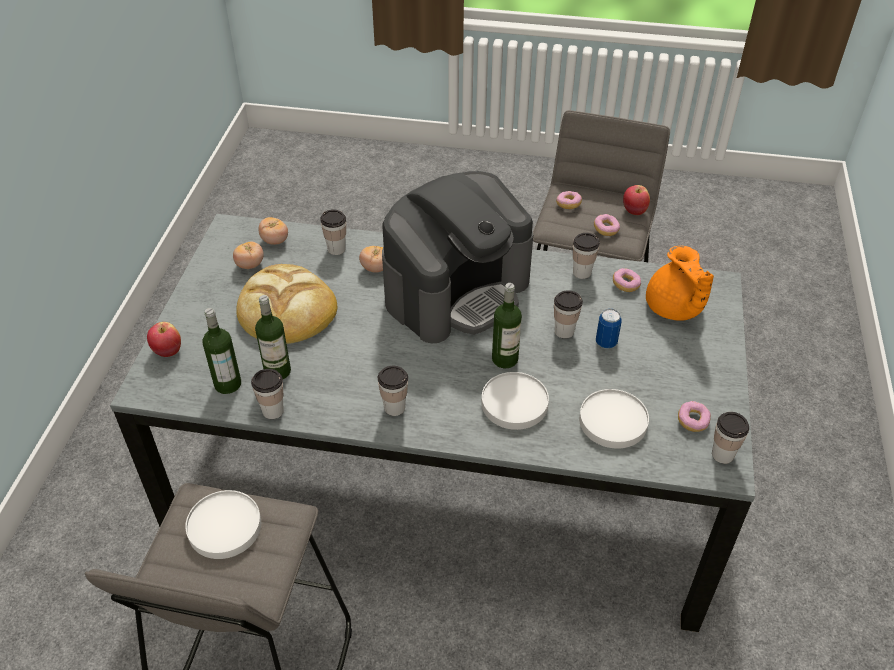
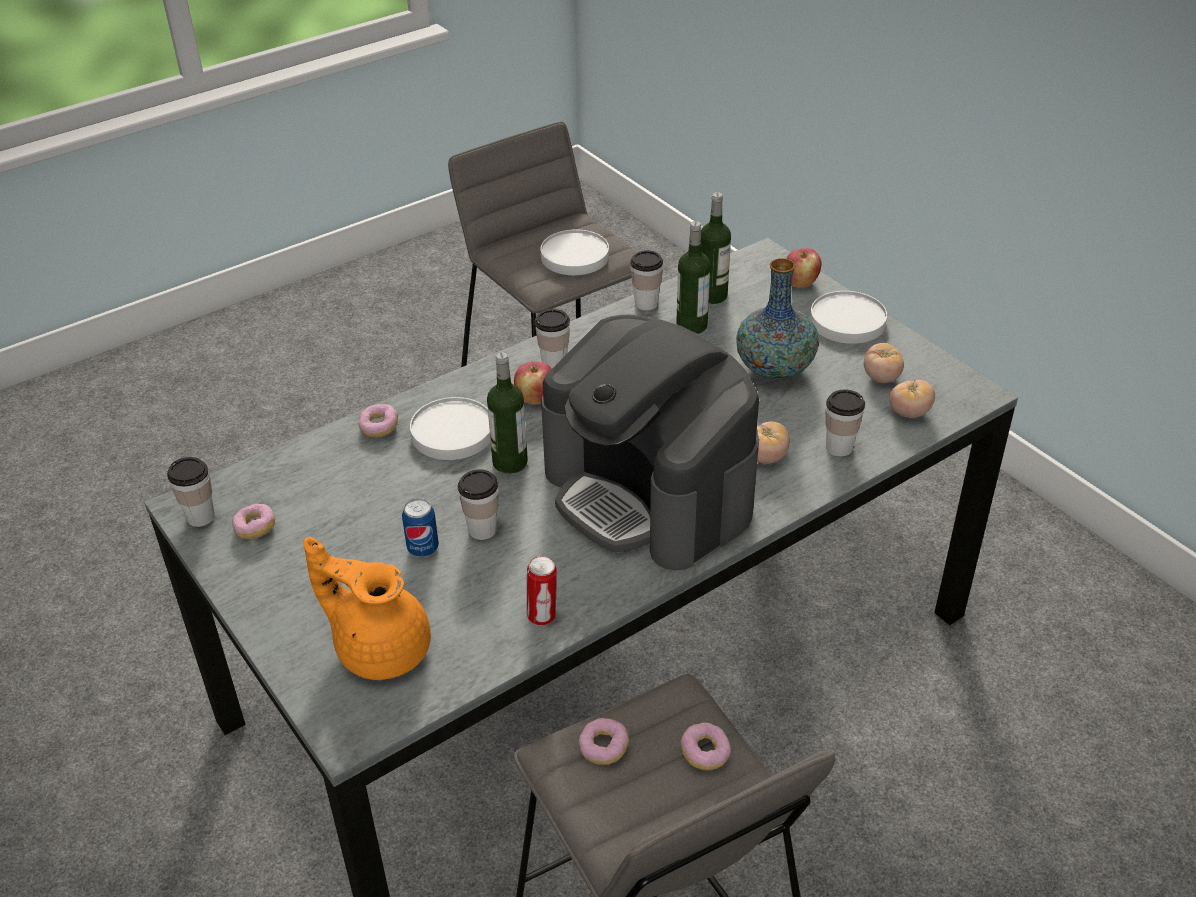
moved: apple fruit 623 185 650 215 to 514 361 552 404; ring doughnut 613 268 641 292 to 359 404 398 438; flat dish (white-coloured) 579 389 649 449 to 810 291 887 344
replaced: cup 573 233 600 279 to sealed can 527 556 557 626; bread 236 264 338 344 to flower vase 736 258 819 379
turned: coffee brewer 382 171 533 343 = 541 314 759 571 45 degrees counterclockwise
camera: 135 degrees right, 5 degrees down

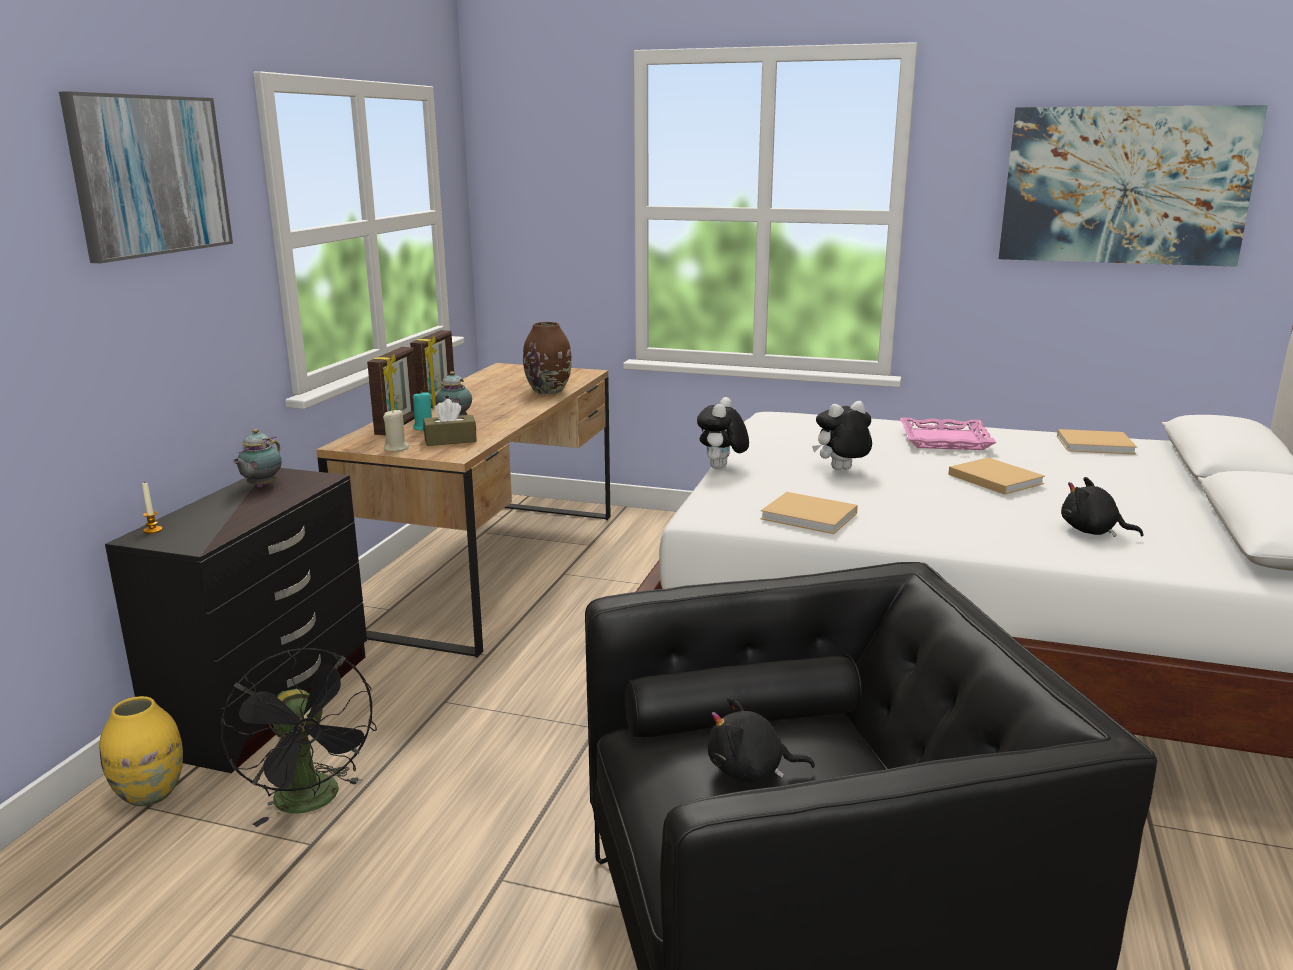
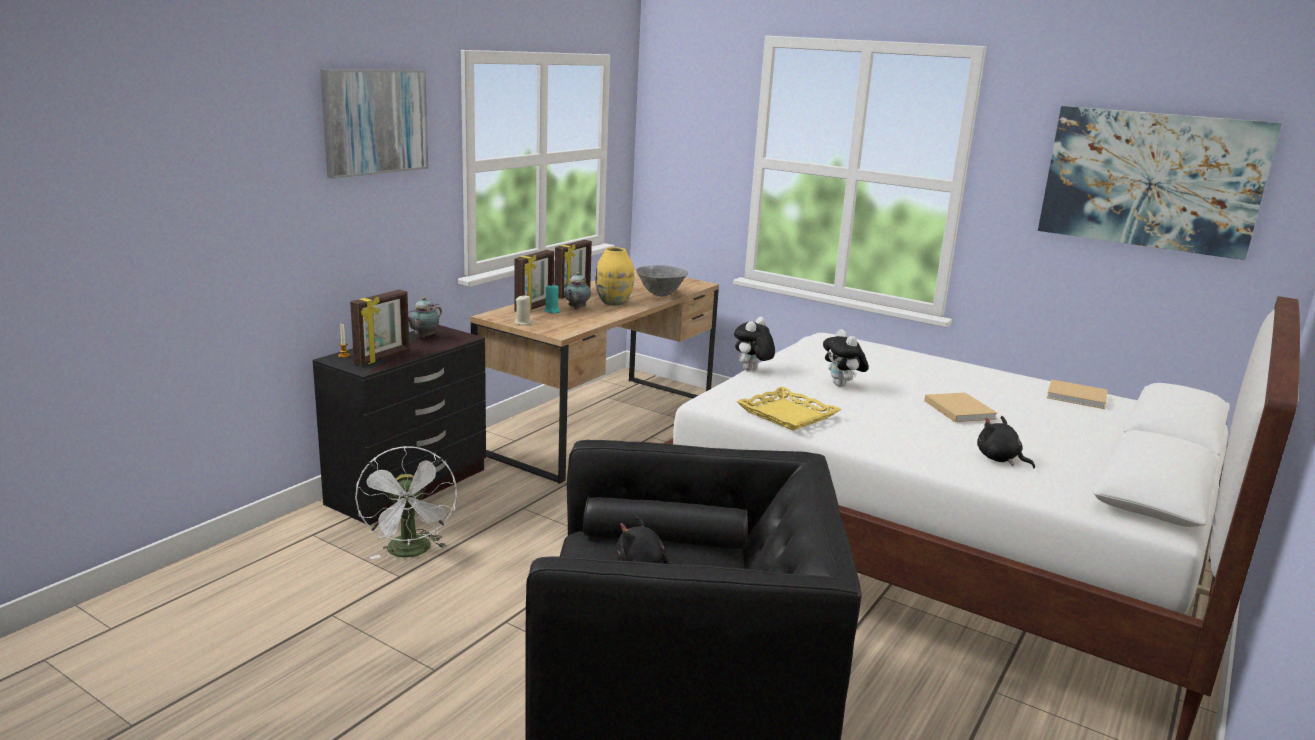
removed: tissue box (brown-coloured) 423 399 477 446; carrying tray (pink-coloured) 900 418 996 450
added: photo frame 350 289 410 365
moved: flower vase (yellowish) 100 696 183 806 to 595 247 634 306
replaced: flower vase (brown-coloured) 523 322 572 394 to serving bowl (grey) 636 265 688 297; bound book (sand-coloured) 760 492 858 534 to carrying tray (yellowish) 736 387 841 431
recoloured: electric fan (black) 221 648 377 827 to electric fan (white-coloured) 355 446 457 559
turned: plush toy 812 401 872 470 = 823 329 869 387 105 degrees counterclockwise
camera: 15 degrees right, 0 degrees up

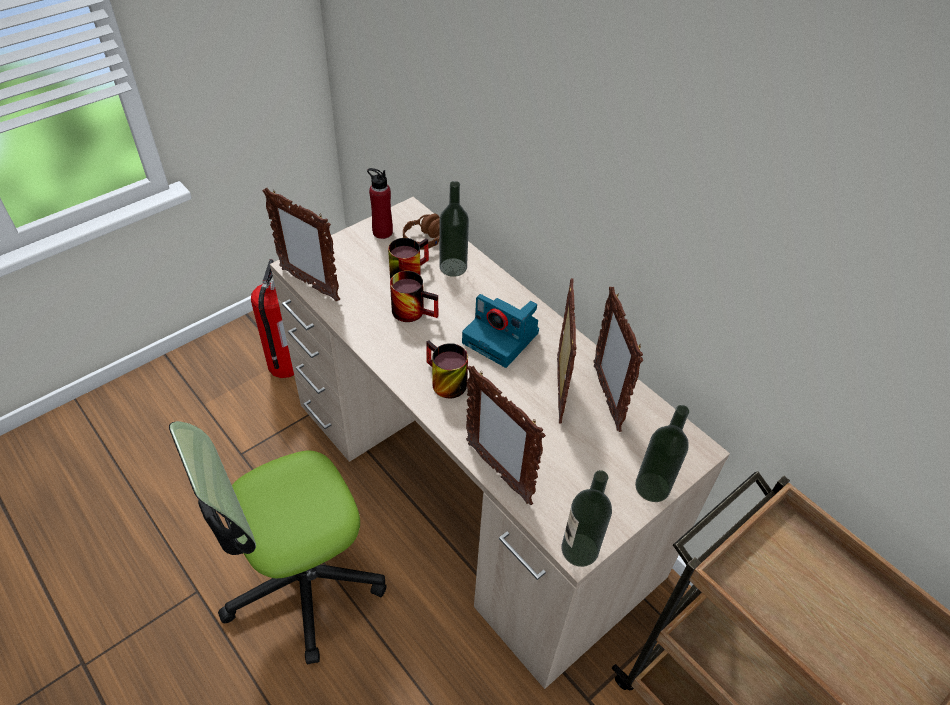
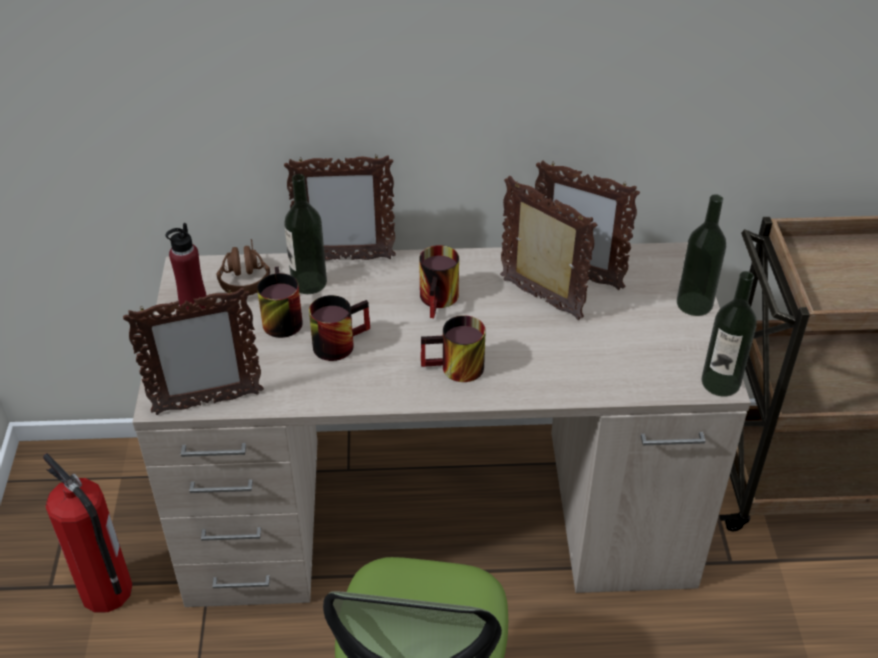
moved: photo frame 466 366 546 505 to 284 154 396 261
replaced: photo camera 462 294 539 368 to tea mug 419 245 459 318
camera: 50 degrees left, 5 degrees down

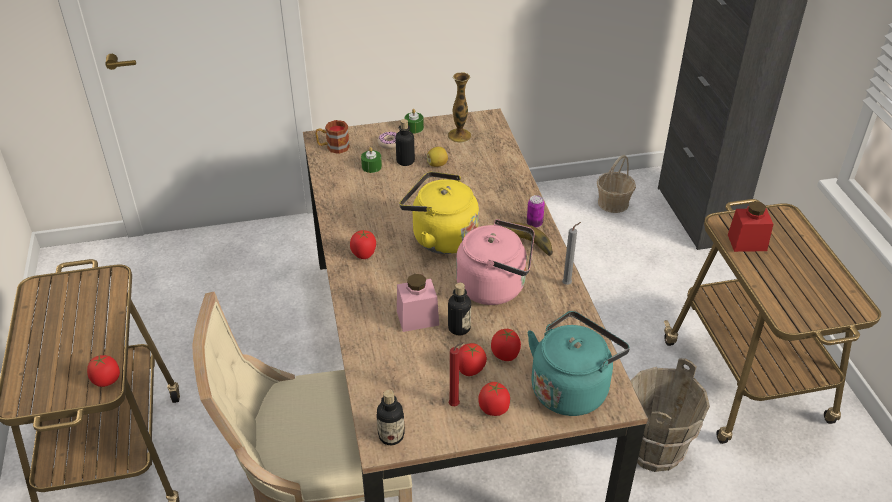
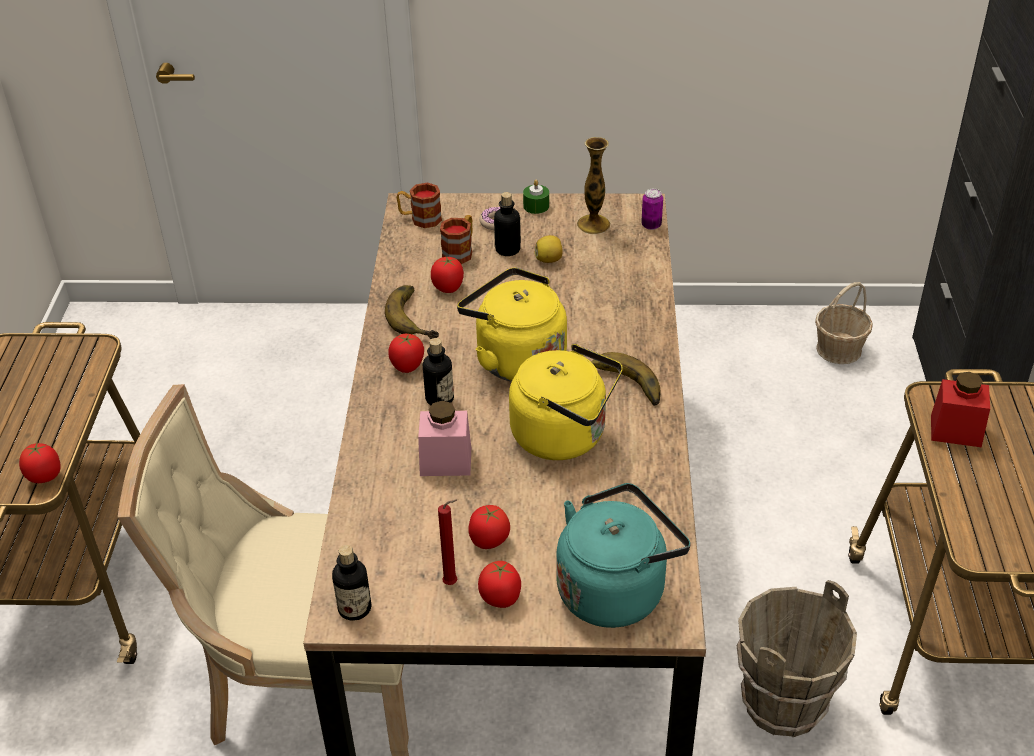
removed: wax light (grey) 562 222 581 285
added: banana 385 285 439 339
moved: sealed can 527 195 545 228 to 641 189 663 230; bottle 448 283 471 335 to 423 338 454 405; whole tomato 491 329 521 361 to 431 257 464 293
replaced: wax light (greenish) 361 147 382 173 to tea mug 440 215 472 264
recoloured: kettle (pink-coloured) 456 219 535 305 to kettle (yellowish) 509 344 623 460
camera: 15 degrees right, 0 degrees up

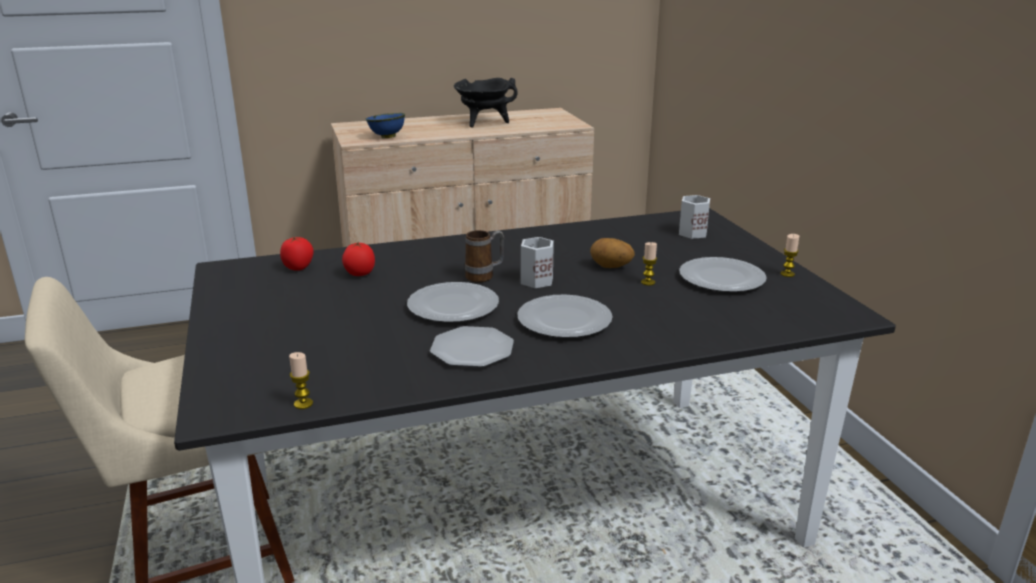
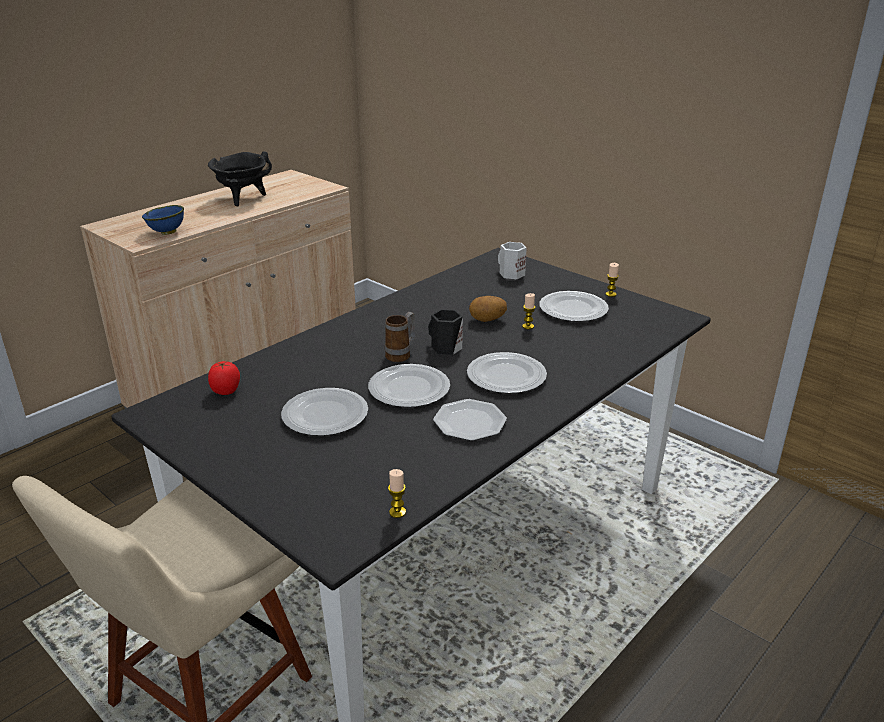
removed: whole tomato 342 241 375 276
added: flat dish 281 388 368 436
recoloured: tea mug (white-coloured) 521 237 554 288 to tea mug (black) 428 309 463 355
camera: 30 degrees left, 5 degrees up

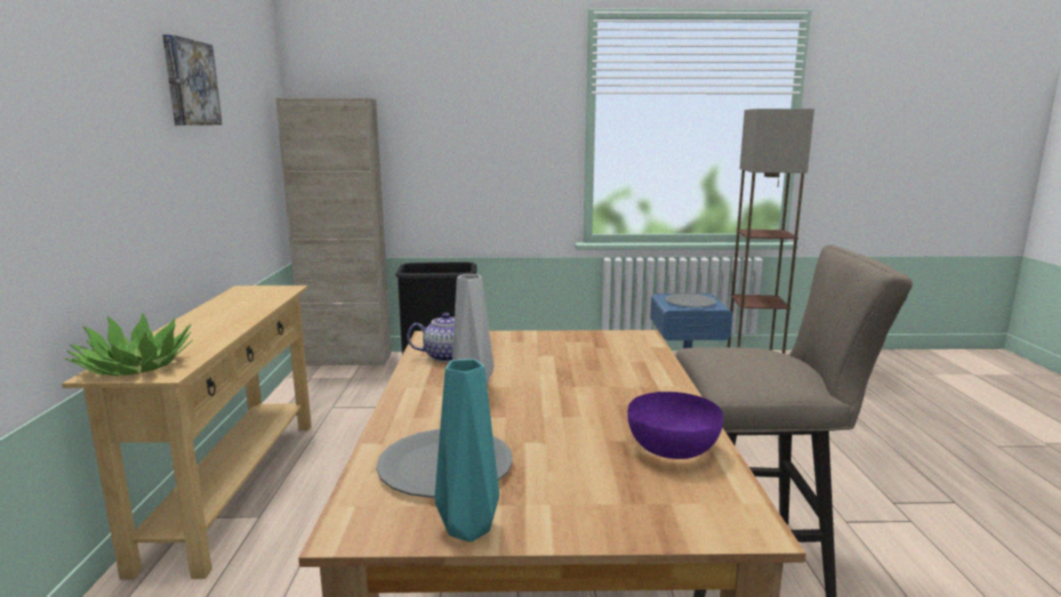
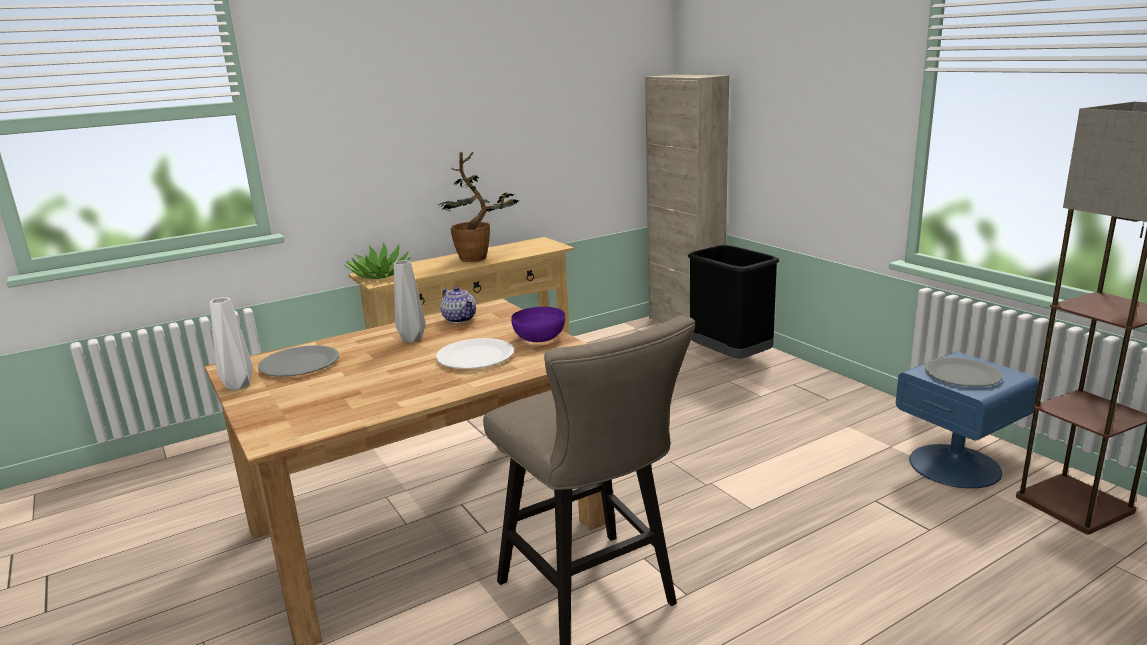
removed: wall picture 163 35 222 125
added: plant in a pot 438 152 519 262; flat dish (white-coloured) 436 338 514 369
moved: serving bowl (purplish) 628 392 723 459 to 511 307 565 342
recoloured: flower vase (turquoise-coloured) 435 359 499 542 to flower vase (white-coloured) 210 297 253 390
camera: 60 degrees right, 5 degrees up

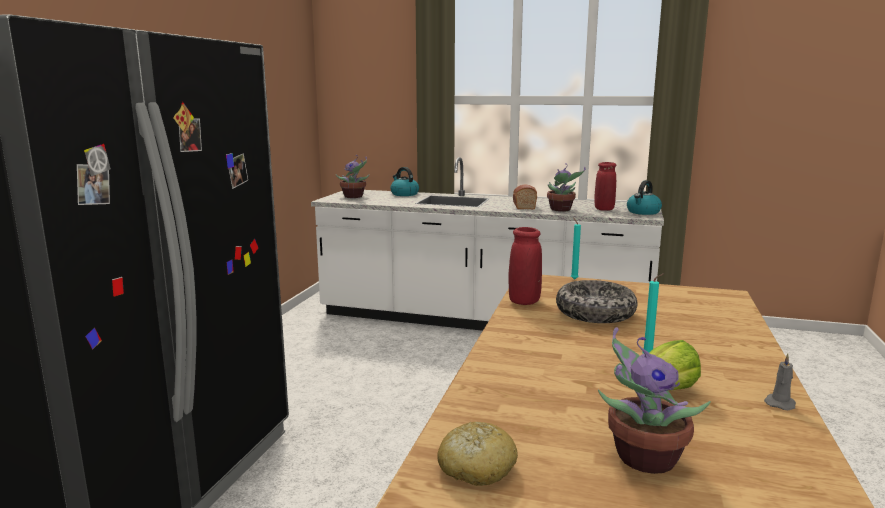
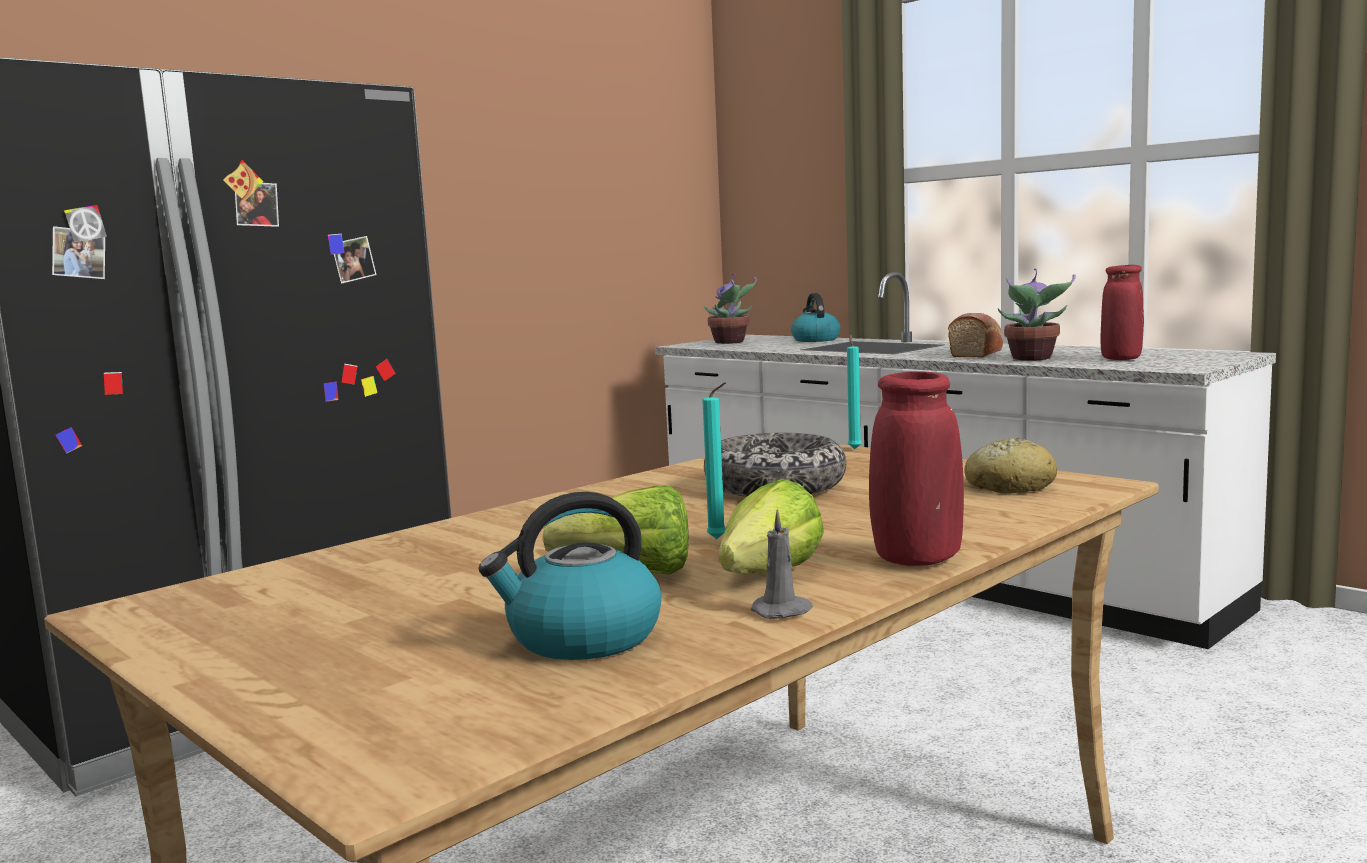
removed: plant in a pot 598 327 711 474
added: lettuce 719 479 824 574
moved: kettle 627 180 662 215 to 479 492 661 660; flower vase (reddish) 508 227 542 305 to 869 371 964 566; bread 437 422 518 486 to 964 438 1057 494
camera: 30 degrees right, 5 degrees down

